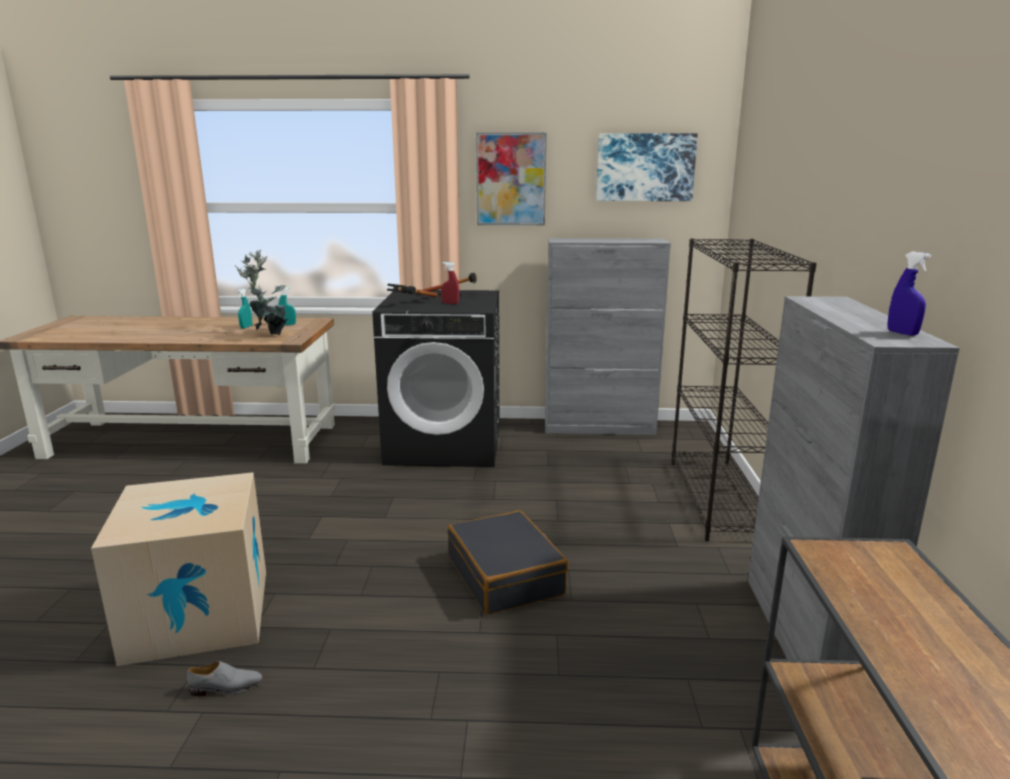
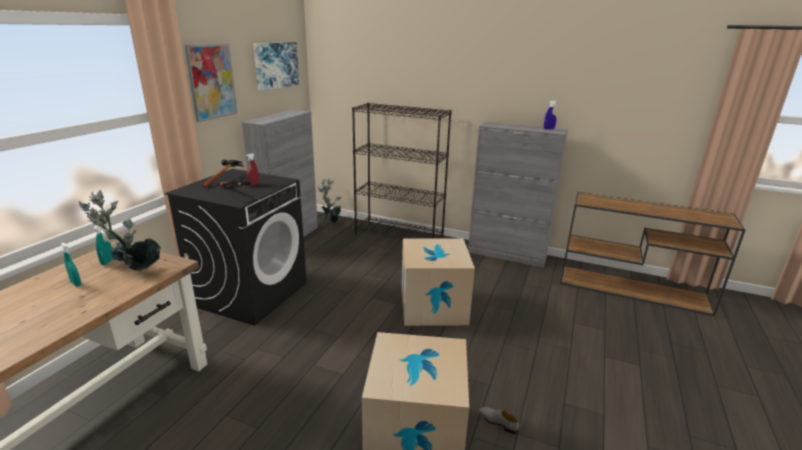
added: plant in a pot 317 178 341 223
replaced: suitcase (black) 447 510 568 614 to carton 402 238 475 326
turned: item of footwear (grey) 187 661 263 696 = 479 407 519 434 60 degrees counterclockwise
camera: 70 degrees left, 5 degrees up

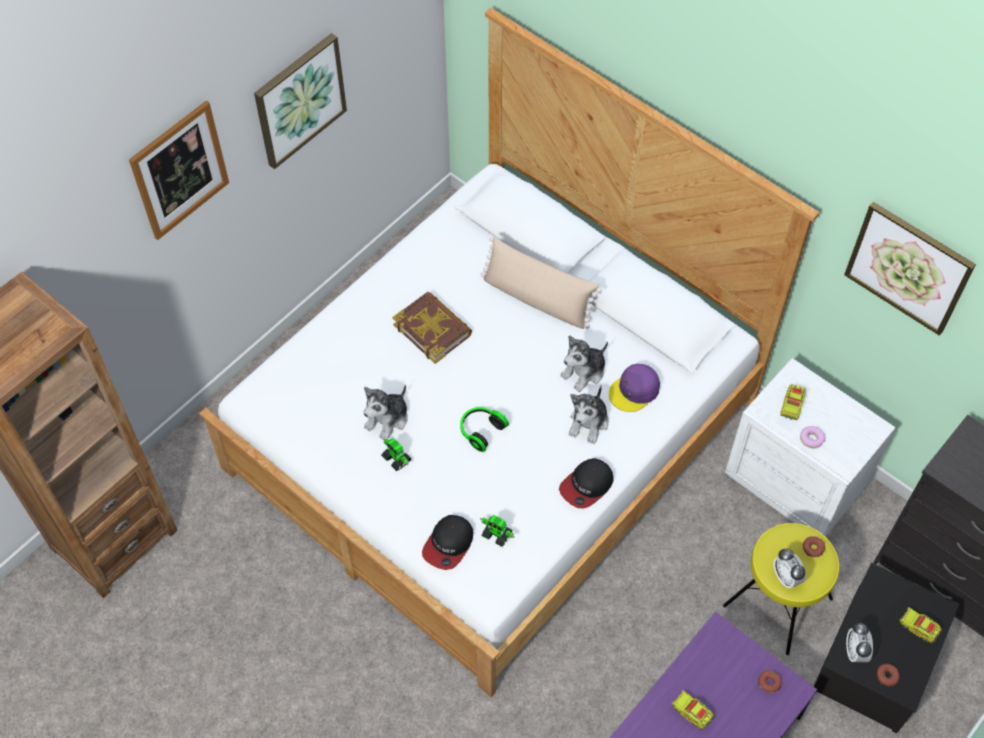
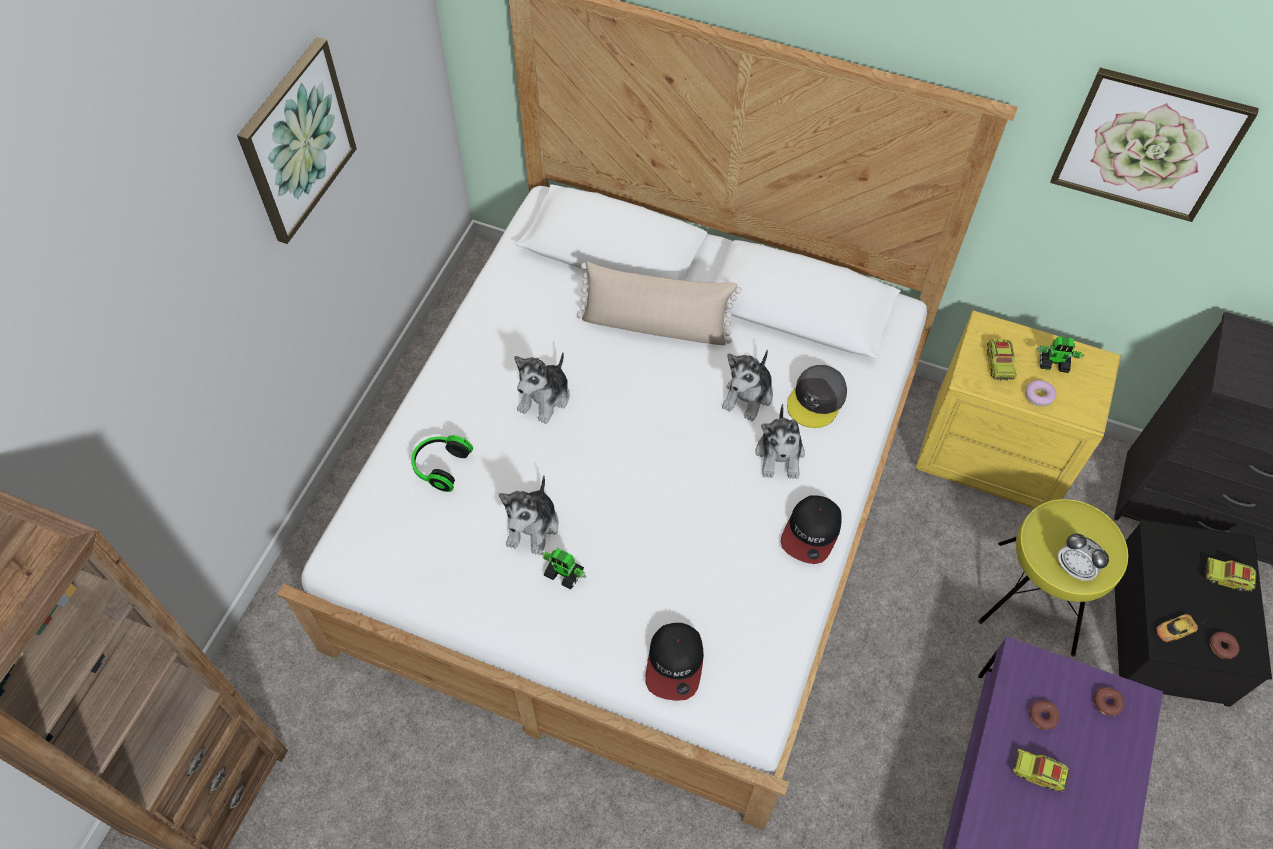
removed: wall picture 129 101 229 240
moved: headset 460 407 509 452 to 411 435 473 492; toy robot 480 515 515 547 to 1036 336 1084 373; ring doughnut 803 536 825 557 to 1029 700 1059 730
replaced: bound book 392 292 472 364 to plush toy 514 352 570 424; table clock 846 623 873 662 to toy car 1156 614 1208 642
recoloured: bedside table (white-coloured) 725 358 896 536 to bedside table (yellowish) 916 310 1121 509; cap (purplish) 609 364 660 412 to cap (grey) 787 365 847 428
camera: 20 degrees left, 0 degrees up

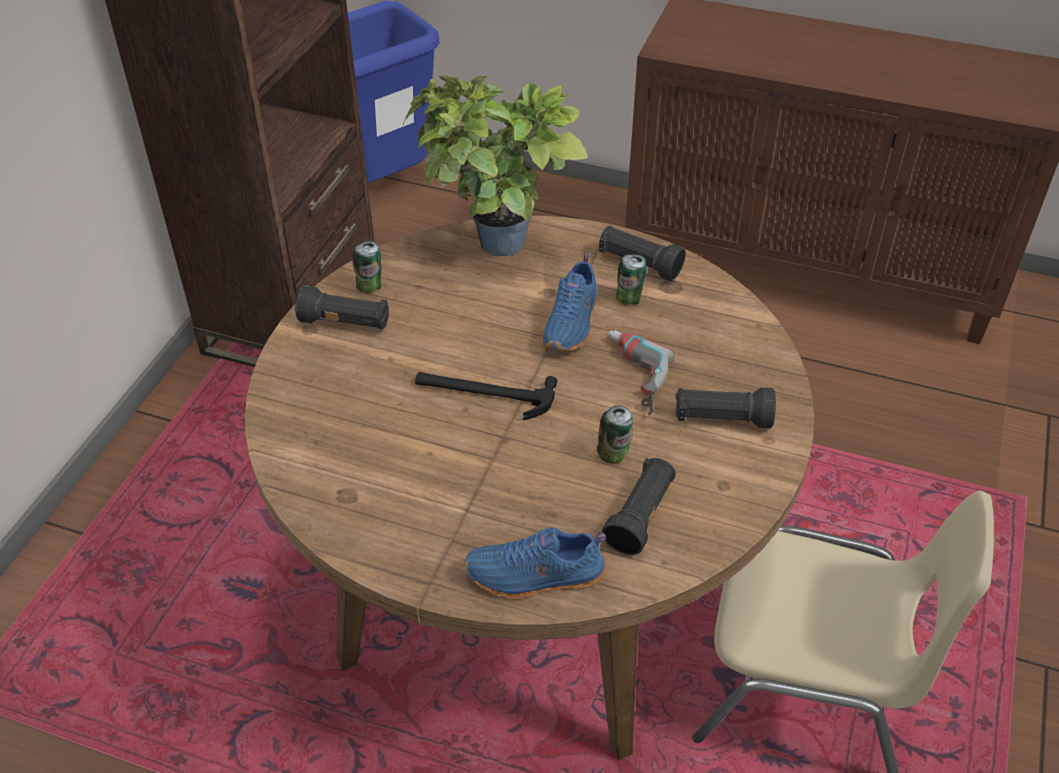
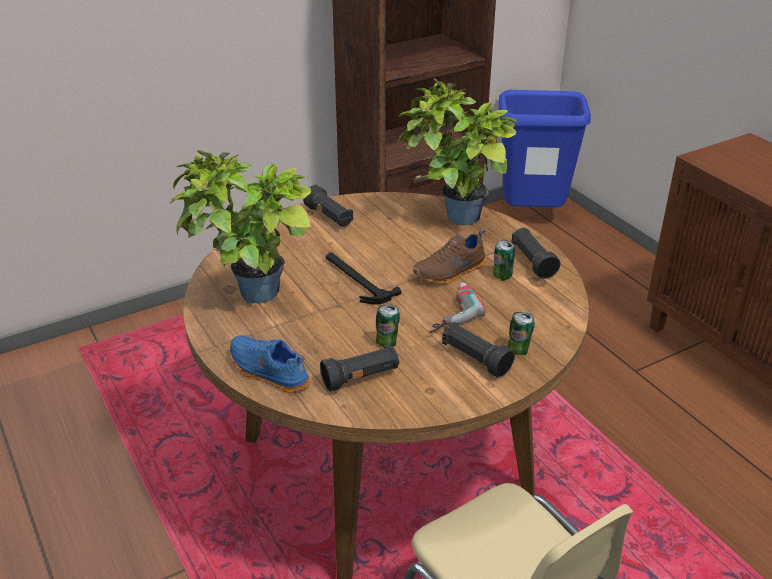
added: plant in a pot 170 150 311 303
moved: sealed can 353 241 381 293 to 507 312 535 355
recoloured: item of footwear (blue) 542 253 598 351 to item of footwear (brown-coloured) 413 229 486 284
camera: 40 degrees right, 10 degrees down

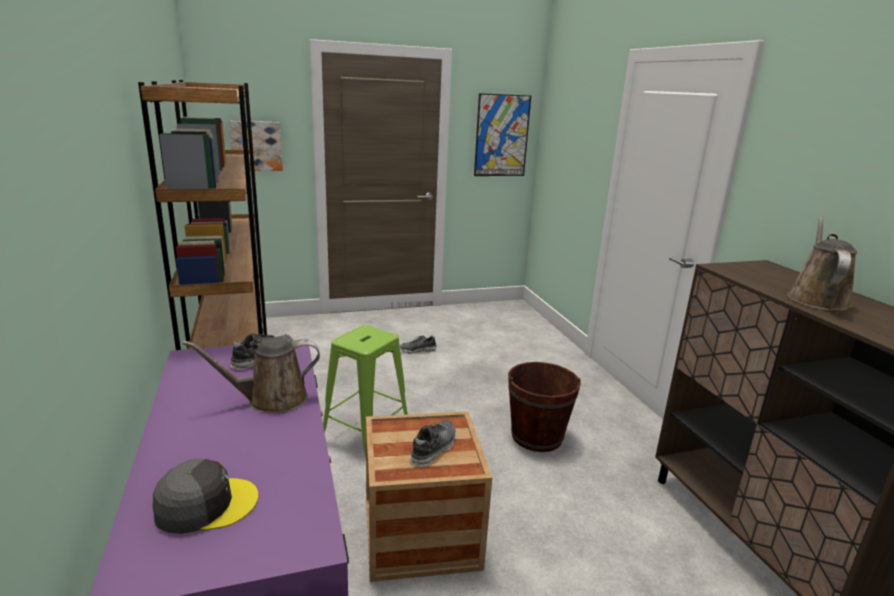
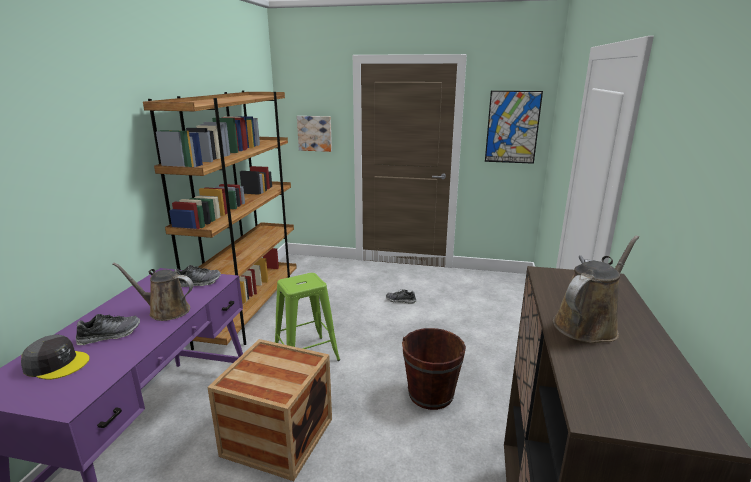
moved: item of footwear 410 420 456 467 to 76 314 140 345
camera: 30 degrees right, 0 degrees up

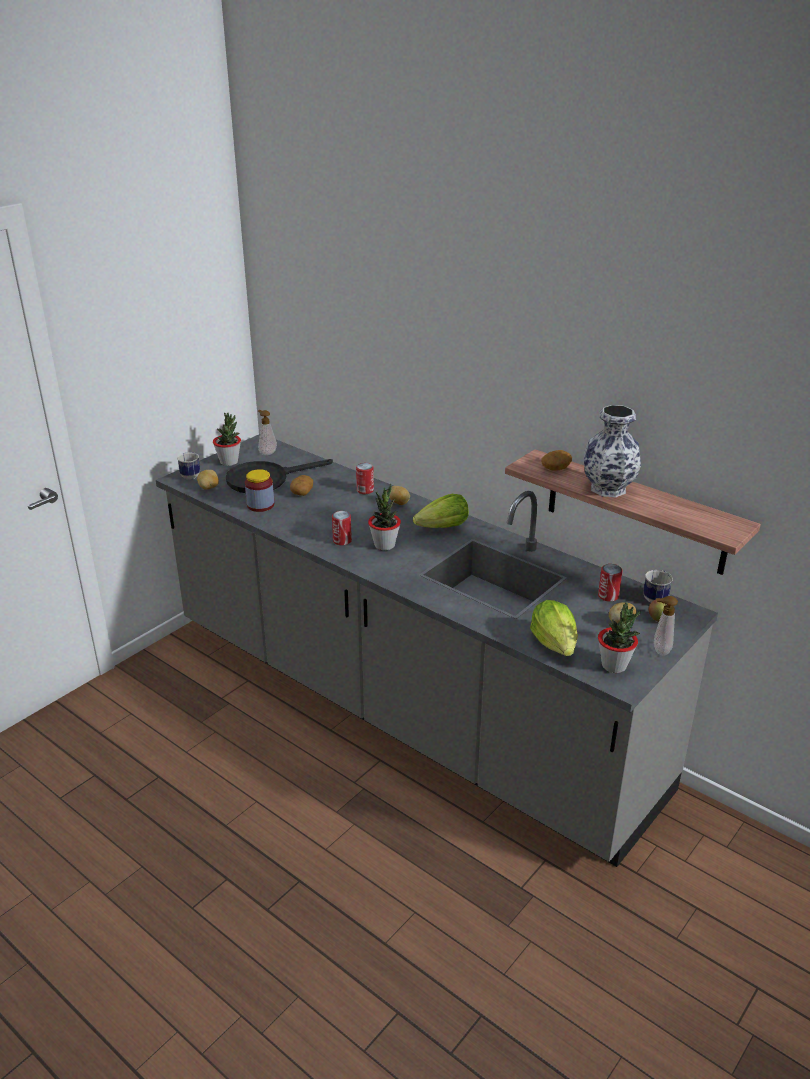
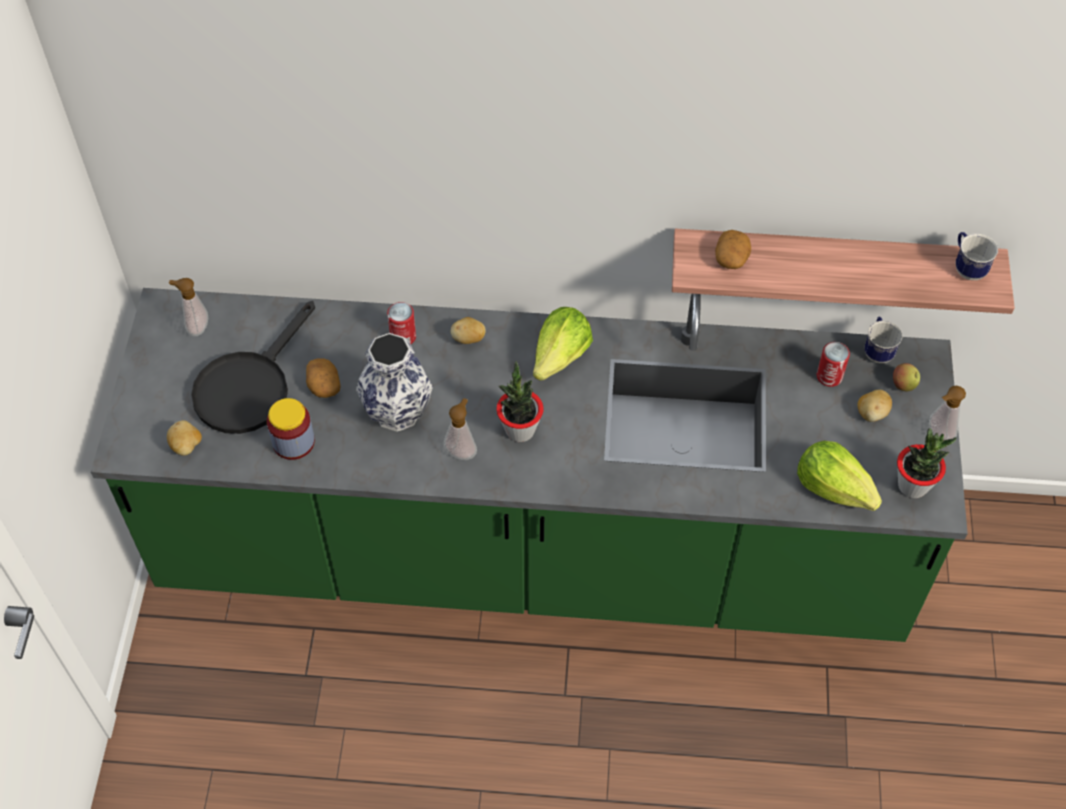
removed: plant in a pot 213 412 241 466
moved: flower vase 584 405 641 497 to 356 333 433 432; tea mug 177 452 200 480 to 956 232 998 280
replaced: sealed can 332 511 352 545 to liquid soap bottle 444 398 477 460
recoloured: kitchen counter (grey) 156 434 718 867 to kitchen counter (greenish) 91 288 968 642
camera: 35 degrees left, 25 degrees up

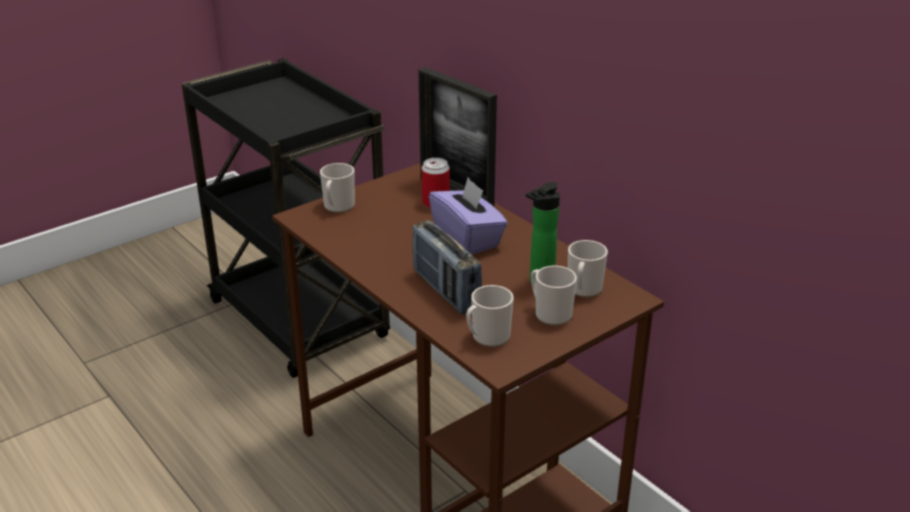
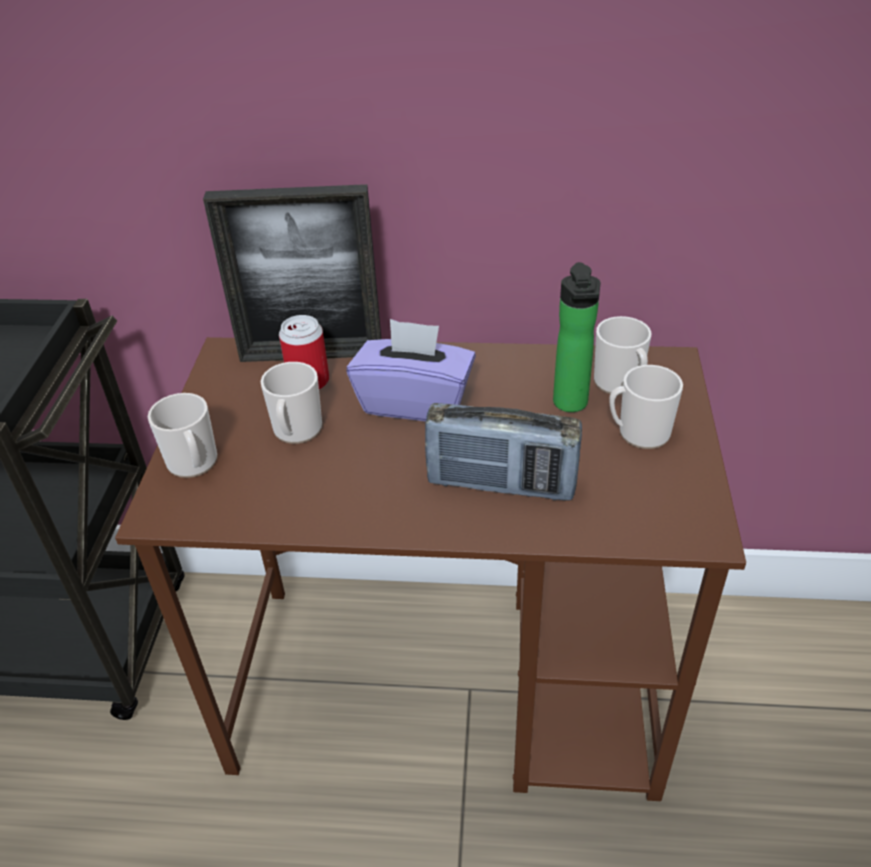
moved: tea mug 466 285 514 347 to 261 362 322 444
camera: 45 degrees left, 10 degrees up

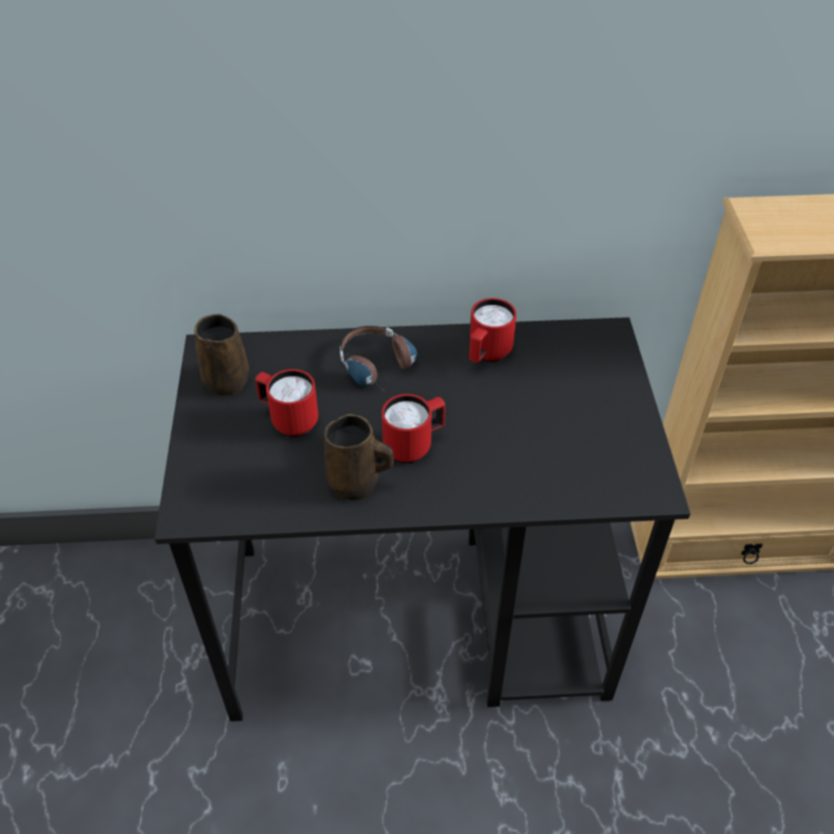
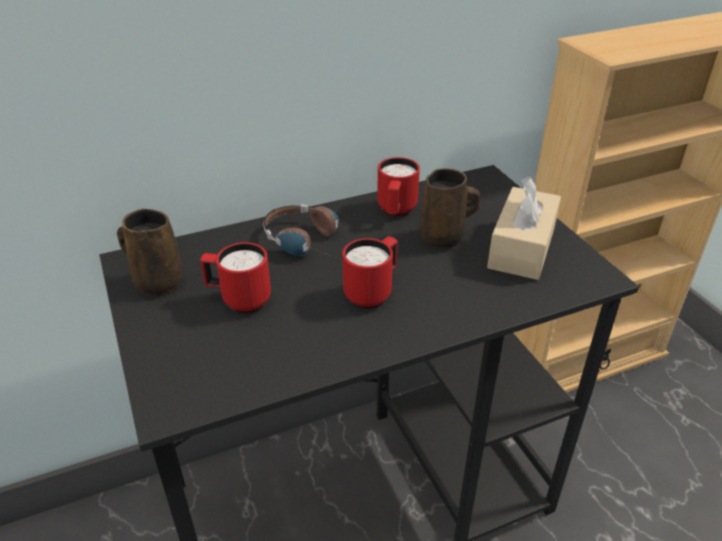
added: tissue box (sand-coloured) 487 176 561 280
moved: tea mug (brown-coloured) 324 414 394 500 to 419 168 480 248
camera: 20 degrees left, 10 degrees down

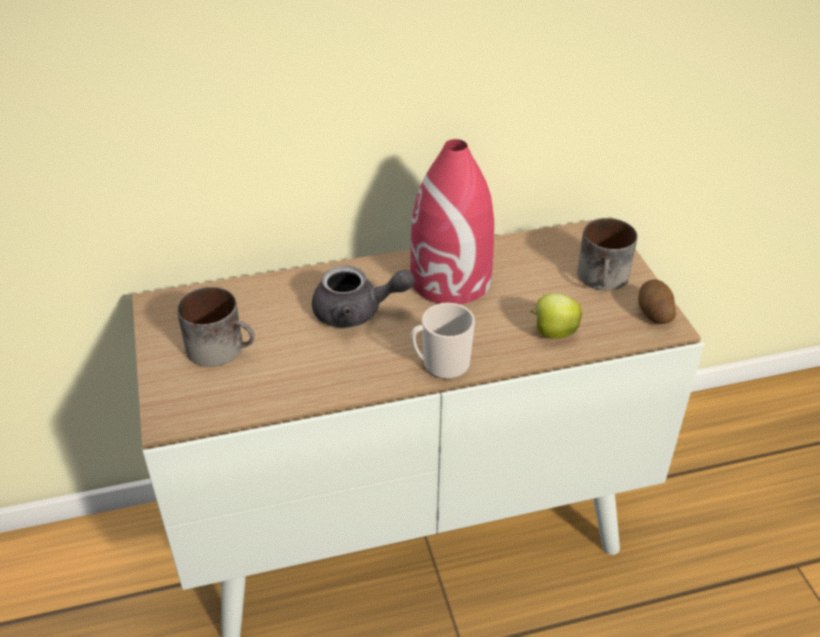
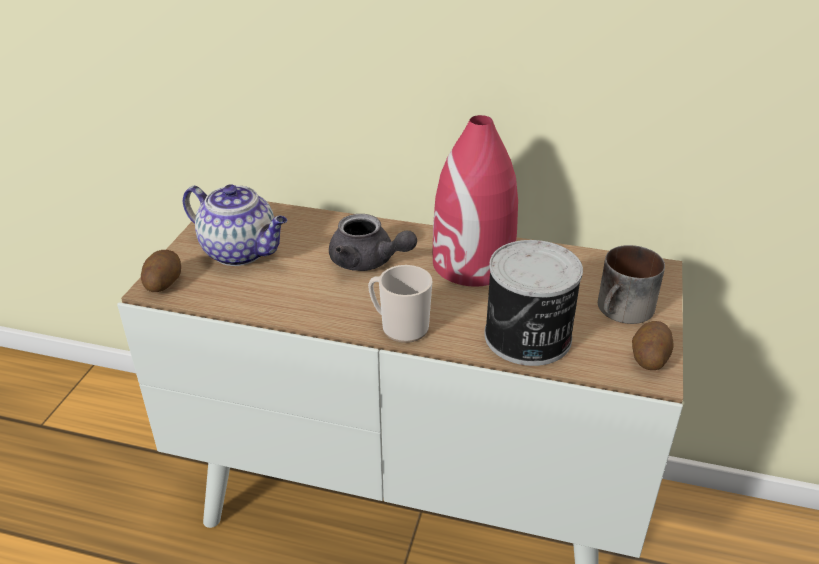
added: spud 141 250 181 292
replaced: tea mug 177 287 255 367 to pot for tea 183 184 287 266; apple fruit 530 293 582 339 to sealed can 484 240 583 366
camera: 30 degrees right, 5 degrees down

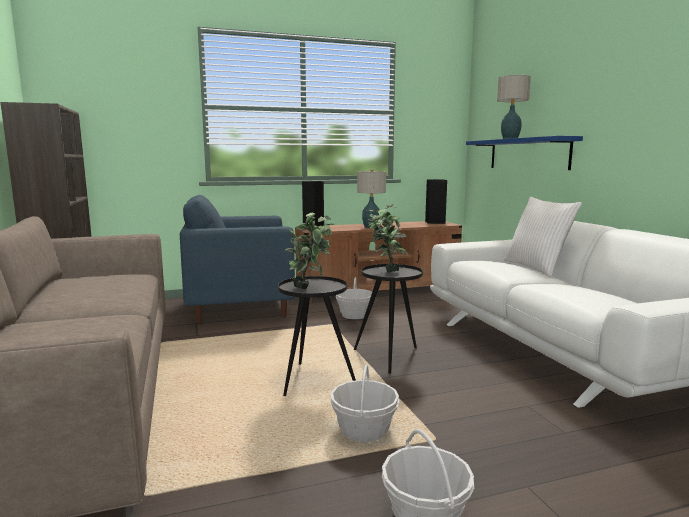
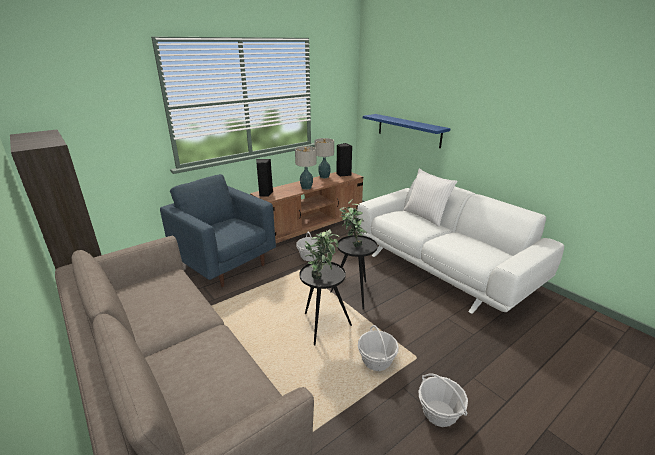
moved: lamp for a table 497 75 531 139 to 315 138 334 178
turned: lounge chair (blue) 180 195 295 323 = 160 174 276 287 75 degrees clockwise
camera: 20 degrees left, 15 degrees up

